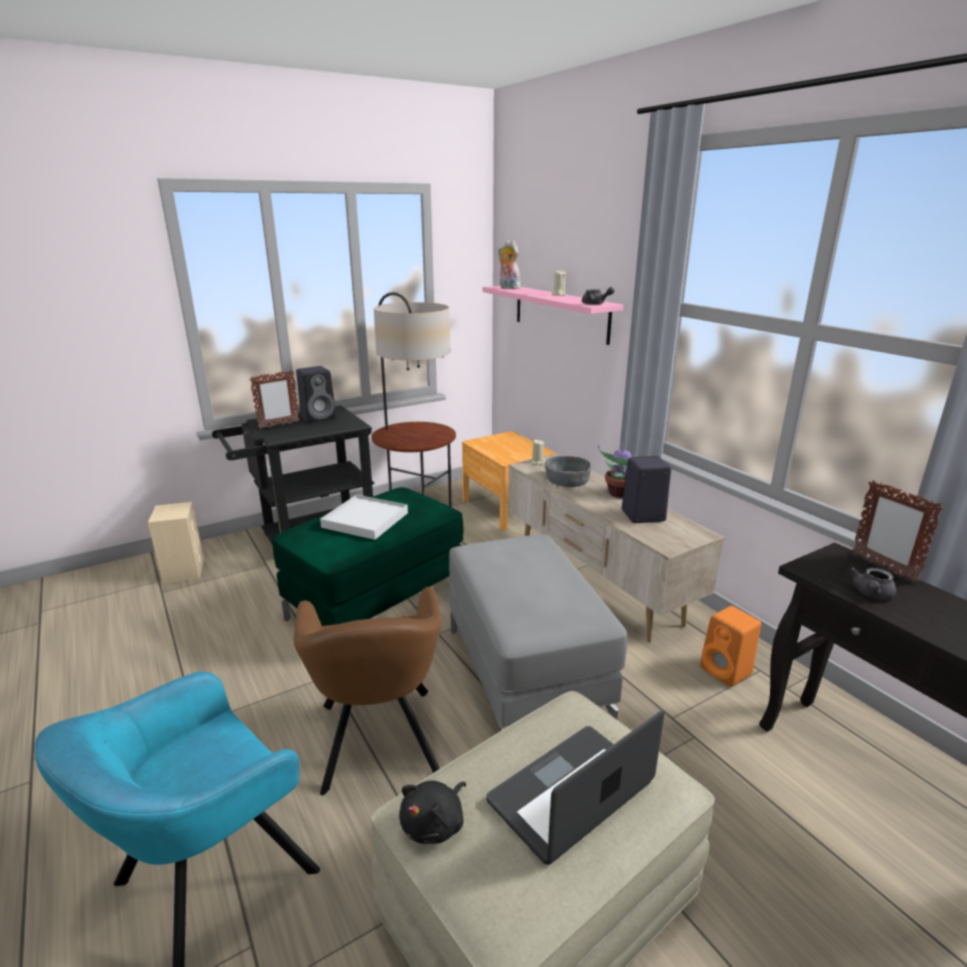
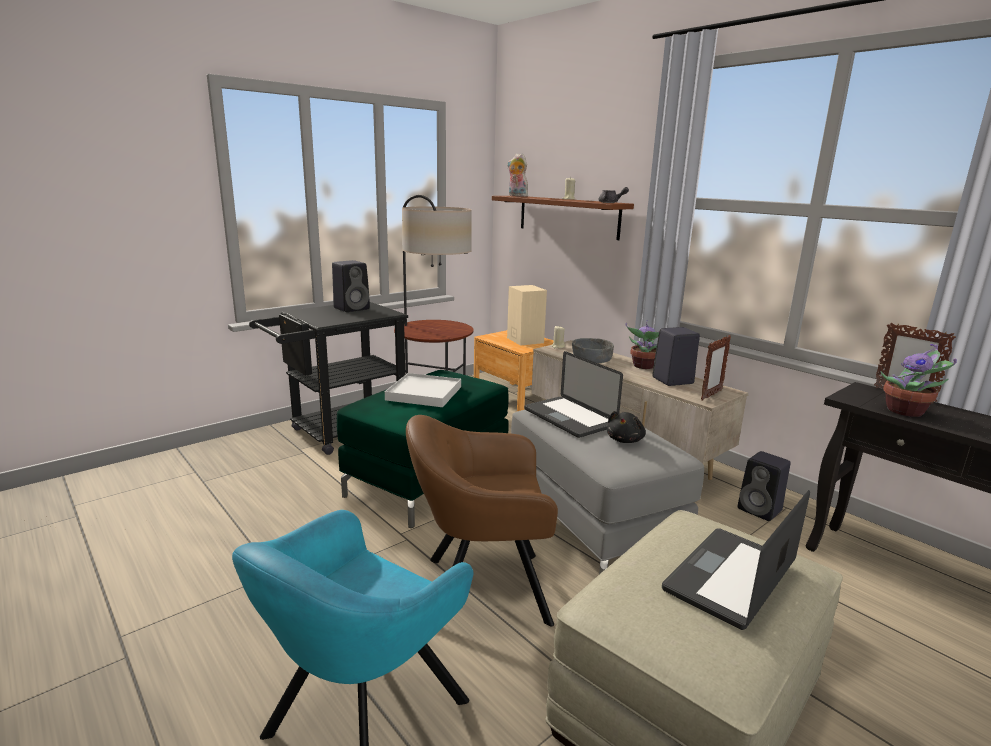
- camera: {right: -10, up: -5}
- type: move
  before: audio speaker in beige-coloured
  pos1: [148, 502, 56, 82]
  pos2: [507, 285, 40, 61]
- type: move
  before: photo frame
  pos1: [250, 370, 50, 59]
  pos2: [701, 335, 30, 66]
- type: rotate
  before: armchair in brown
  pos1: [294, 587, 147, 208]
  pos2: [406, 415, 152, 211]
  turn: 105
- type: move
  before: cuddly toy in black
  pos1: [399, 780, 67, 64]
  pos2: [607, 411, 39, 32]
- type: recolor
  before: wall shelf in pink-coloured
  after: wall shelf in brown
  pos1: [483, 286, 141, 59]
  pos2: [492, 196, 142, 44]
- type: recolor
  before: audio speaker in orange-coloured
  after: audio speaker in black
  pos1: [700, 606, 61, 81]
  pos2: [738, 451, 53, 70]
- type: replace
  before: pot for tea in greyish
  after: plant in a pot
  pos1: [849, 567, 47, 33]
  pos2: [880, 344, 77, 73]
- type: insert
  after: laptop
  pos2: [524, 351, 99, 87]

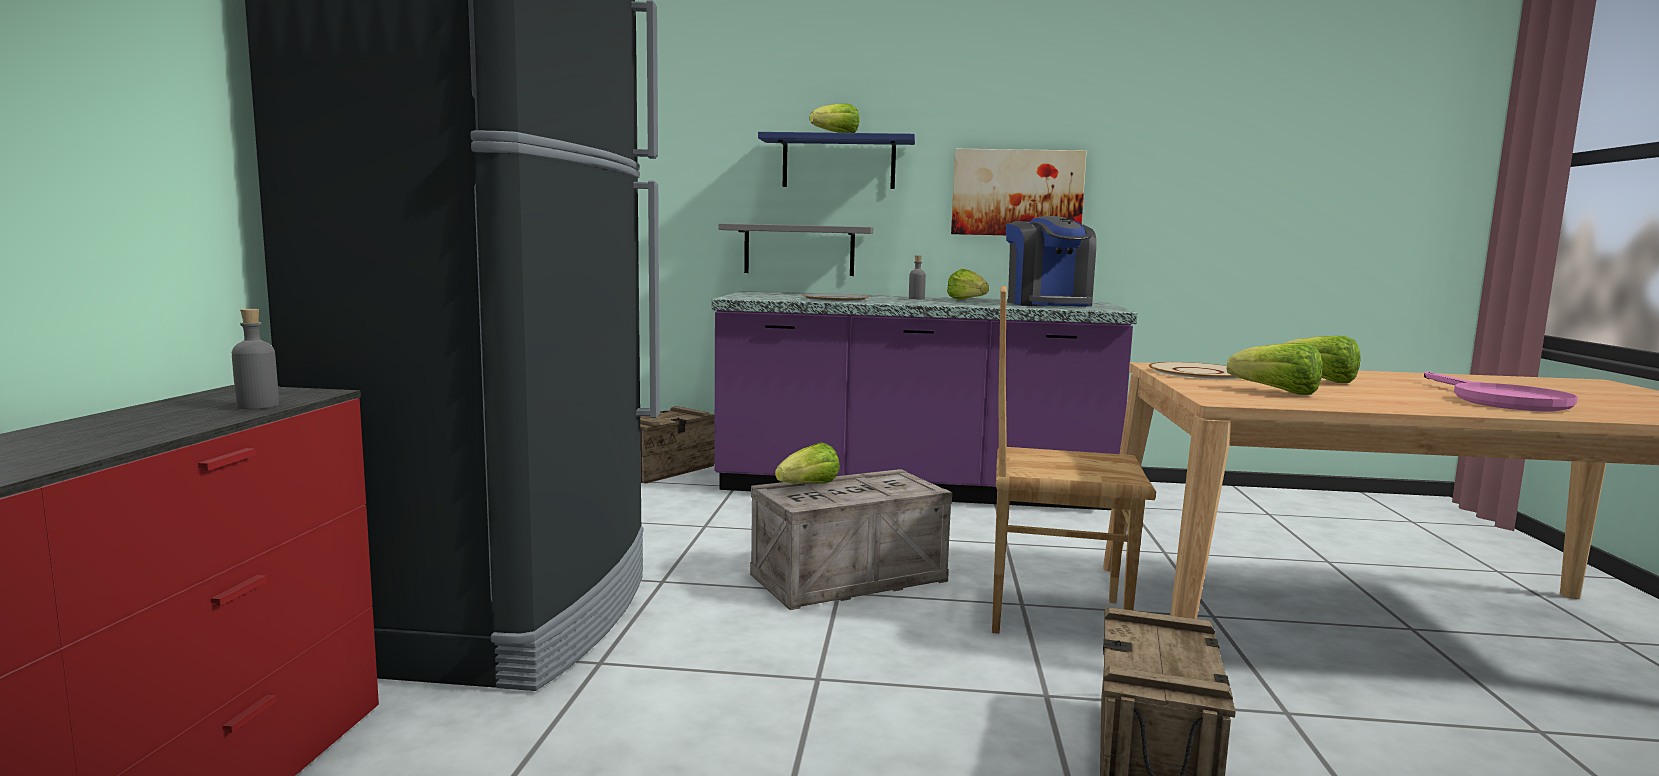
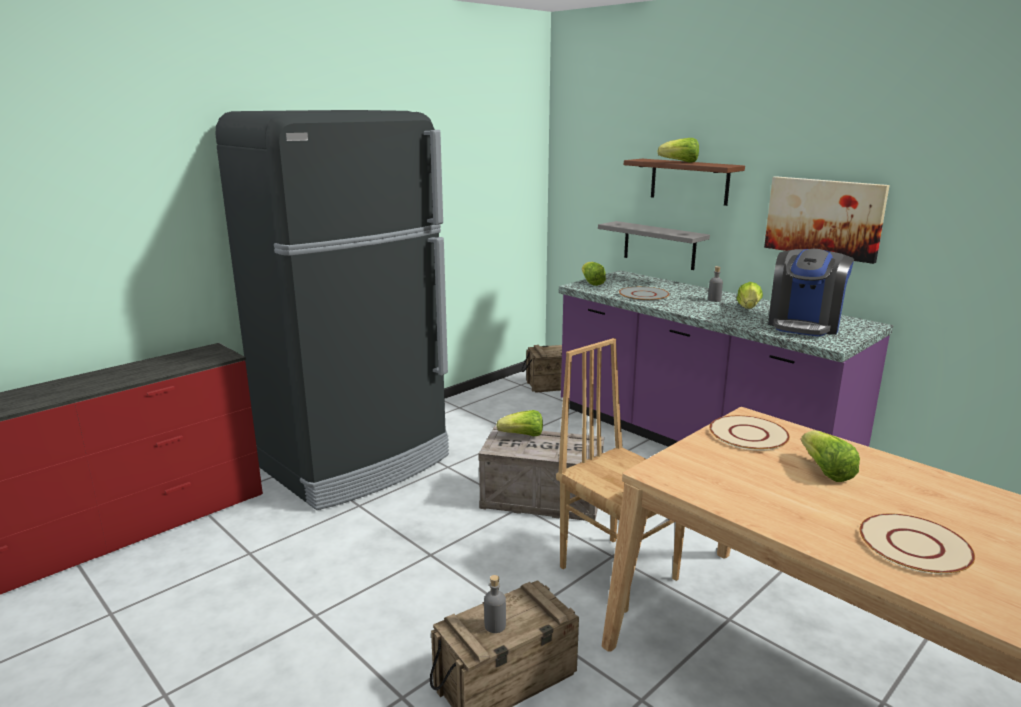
- camera: {right: 40, up: 10}
- type: move
  before: bottle in greyish
  pos1: [232, 309, 47, 101]
  pos2: [484, 575, 22, 58]
- type: recolor
  before: wall shelf in bluish
  after: wall shelf in brown
  pos1: [758, 132, 157, 57]
  pos2: [624, 159, 121, 47]
- type: move
  before: lettuce
  pos1: [1227, 343, 96, 52]
  pos2: [582, 262, 24, 24]
- type: replace
  before: pan in pink-coloured
  after: flat dish in beige-coloured
  pos1: [1424, 371, 154, 40]
  pos2: [860, 514, 115, 60]

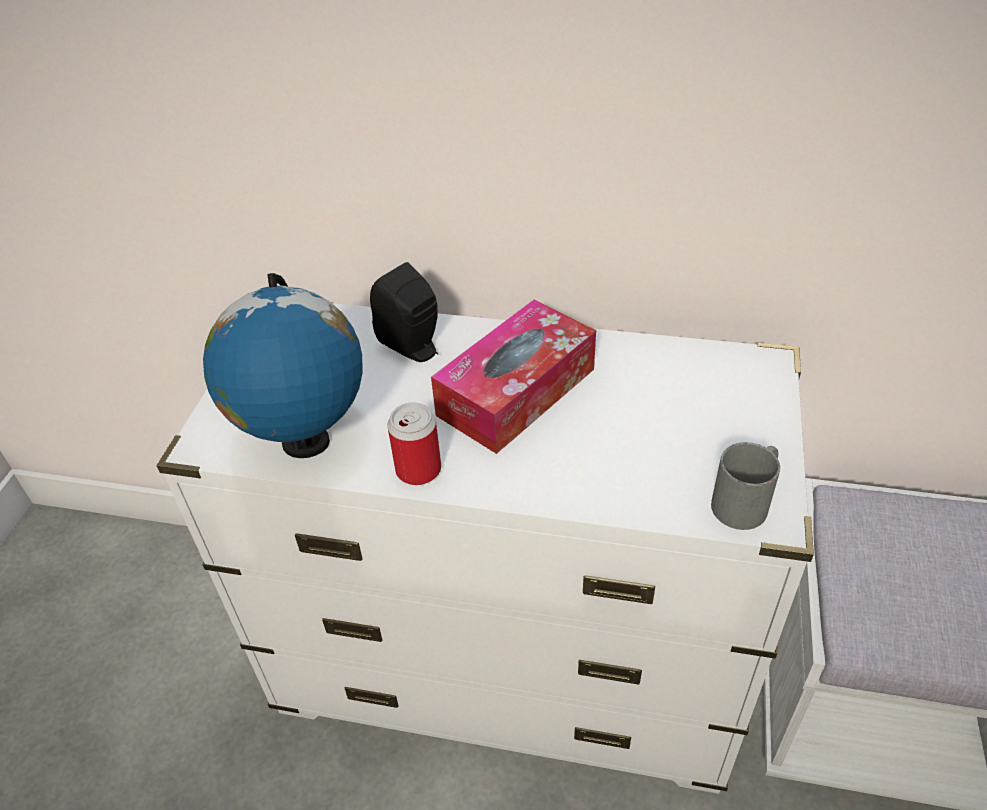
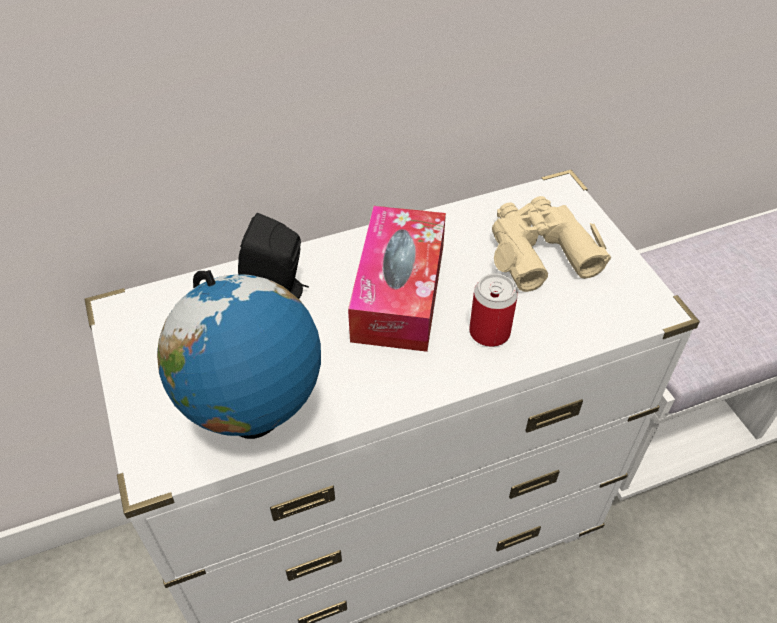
- camera: {right: -35, up: 5}
- type: move
  before: can
  pos1: [387, 402, 54, 83]
  pos2: [469, 274, 49, 73]
- type: delete
  before: coffee mug in greyish
  pos1: [711, 442, 69, 88]
- type: insert
  after: pair of binoculars in beige-coloured
  pos2: [492, 196, 119, 96]

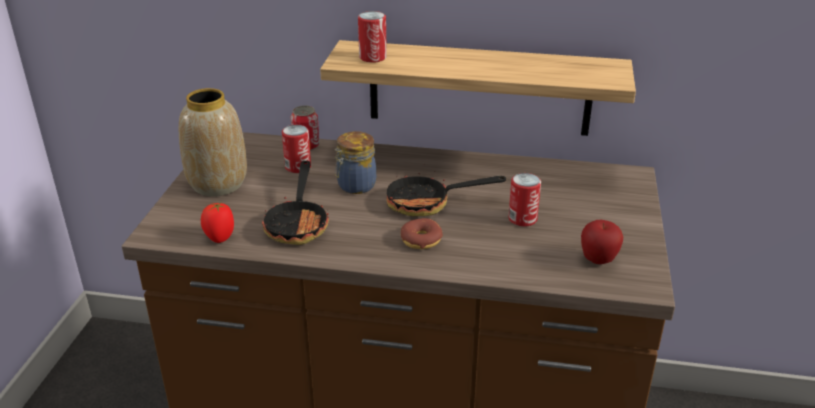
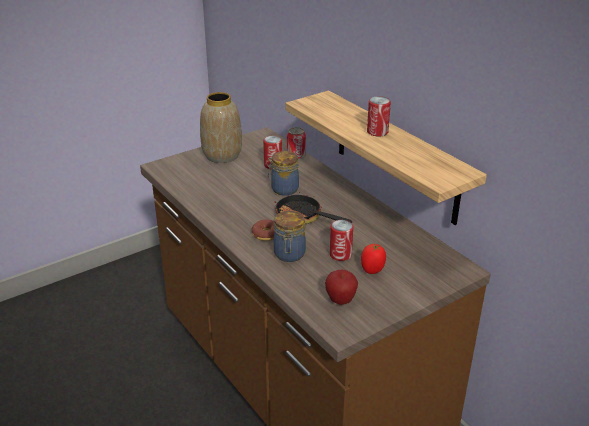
- camera: {right: 45, up: 0}
- type: move
  before: fresh tomato
  pos1: [201, 202, 33, 41]
  pos2: [361, 244, 25, 30]
- type: delete
  before: pan
  pos1: [262, 161, 67, 84]
- type: move
  before: can
  pos1: [358, 11, 29, 52]
  pos2: [367, 96, 24, 40]
- type: insert
  after: preserve jar
  pos2: [274, 211, 32, 51]

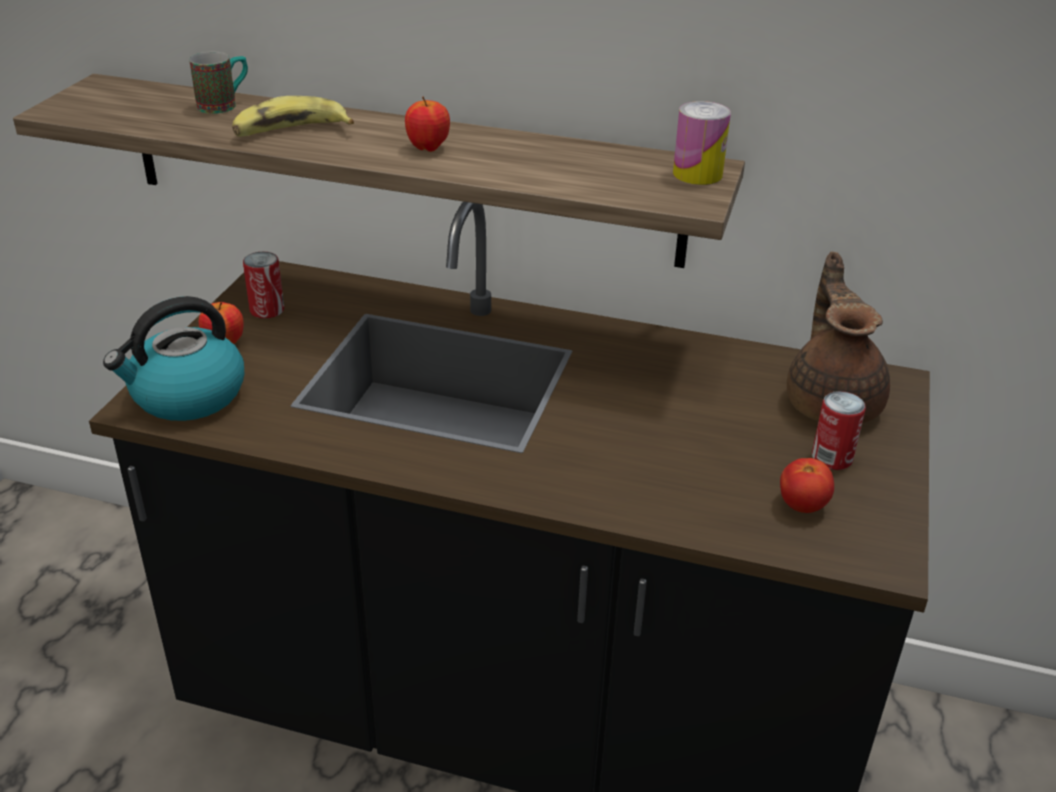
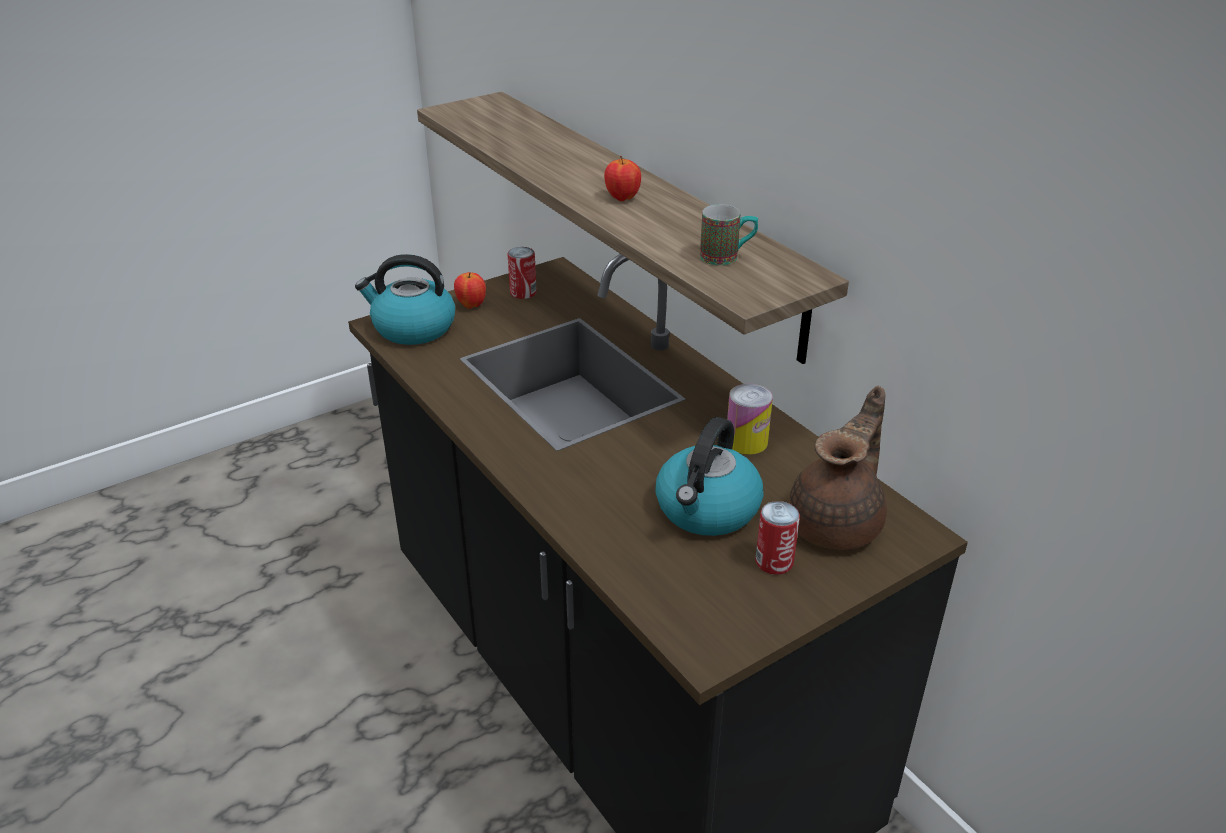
- camera: {right: 40, up: 0}
- type: move
  before: coffee mug
  pos1: [189, 52, 59, 62]
  pos2: [700, 204, 58, 61]
- type: delete
  before: banana fruit
  pos1: [232, 96, 122, 40]
- type: move
  before: can
  pos1: [673, 101, 58, 84]
  pos2: [727, 384, 46, 71]
- type: delete
  before: fresh tomato
  pos1: [780, 458, 54, 55]
- type: insert
  after: water kettle
  pos2: [655, 417, 109, 119]

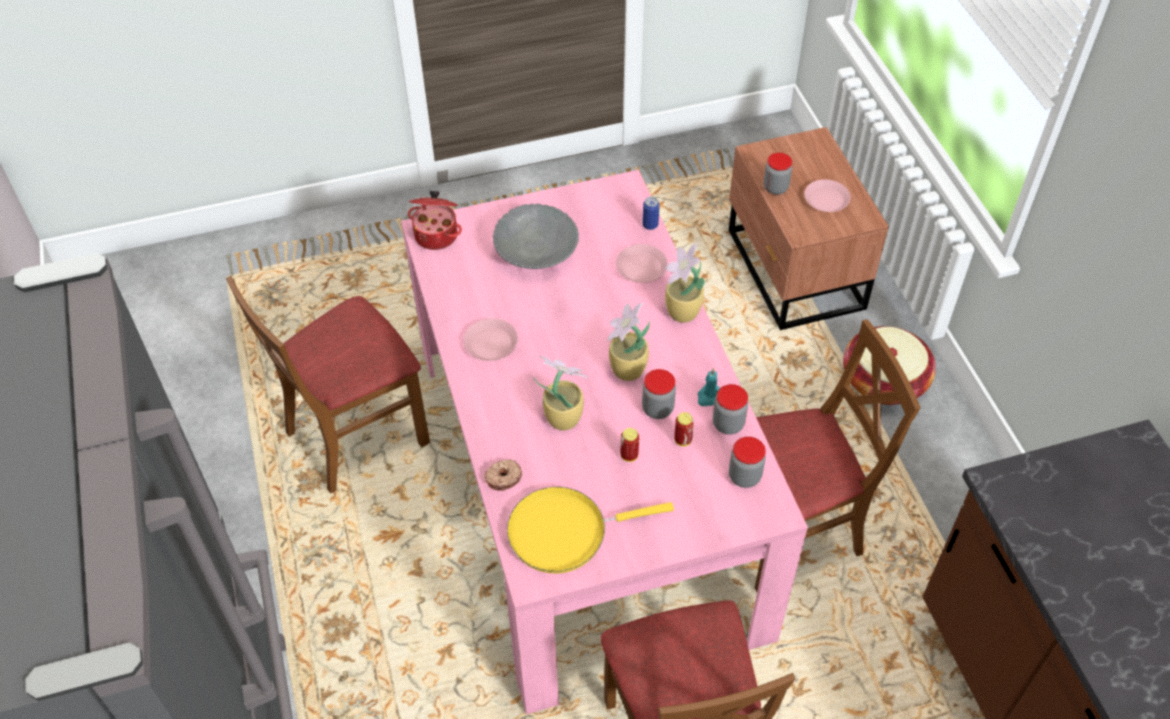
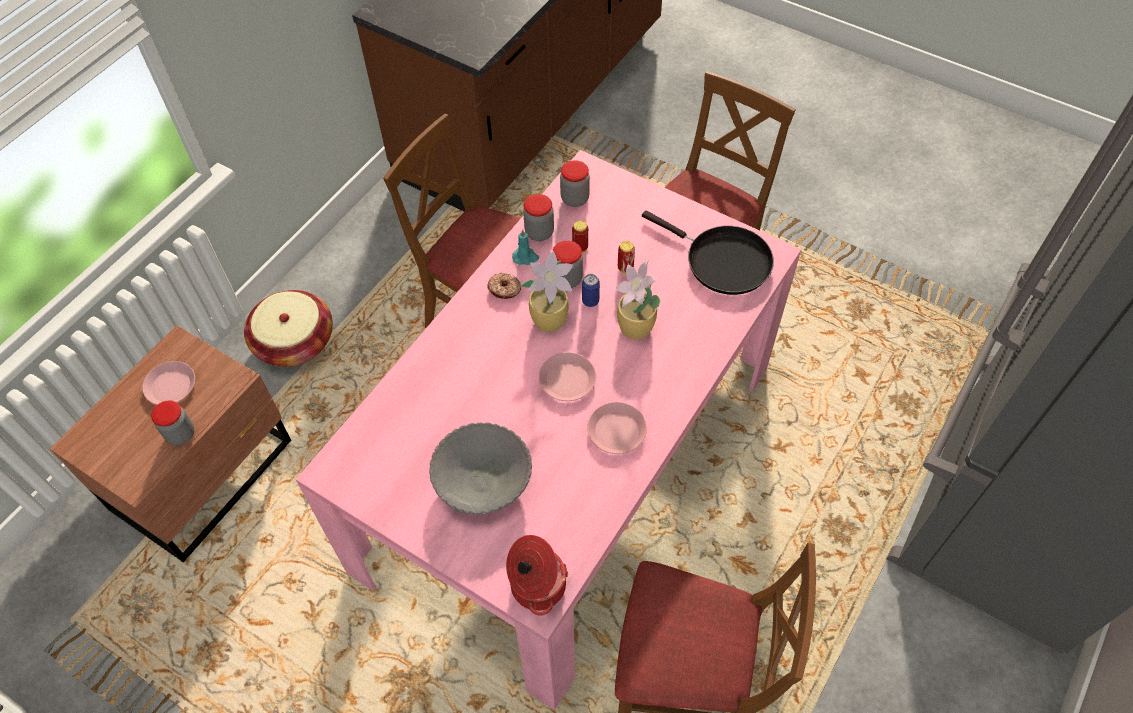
- camera: {right: -130, up: 5}
- type: move
  before: ring doughnut
  pos1: [484, 459, 38, 32]
  pos2: [487, 273, 34, 26]
- type: recolor
  before: pan in yellow
  after: pan in black
  pos1: [507, 487, 167, 86]
  pos2: [642, 210, 132, 85]
- type: move
  before: flat dish in pink-coloured
  pos1: [616, 244, 52, 39]
  pos2: [539, 352, 57, 49]
- type: move
  before: can
  pos1: [642, 197, 18, 33]
  pos2: [582, 274, 18, 33]
- type: delete
  before: plant in a pot
  pos1: [665, 243, 40, 80]

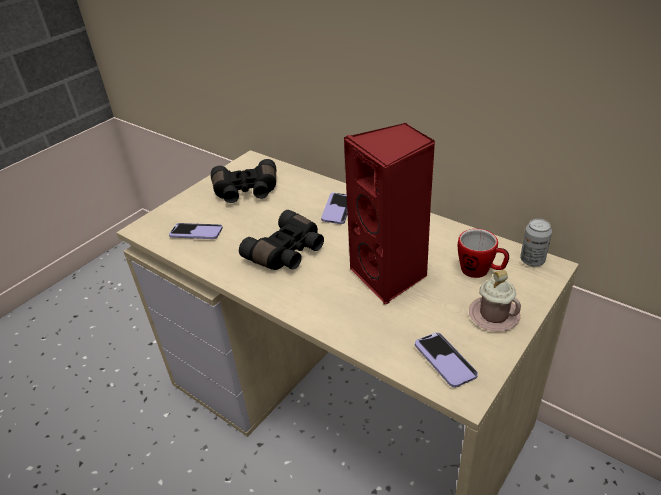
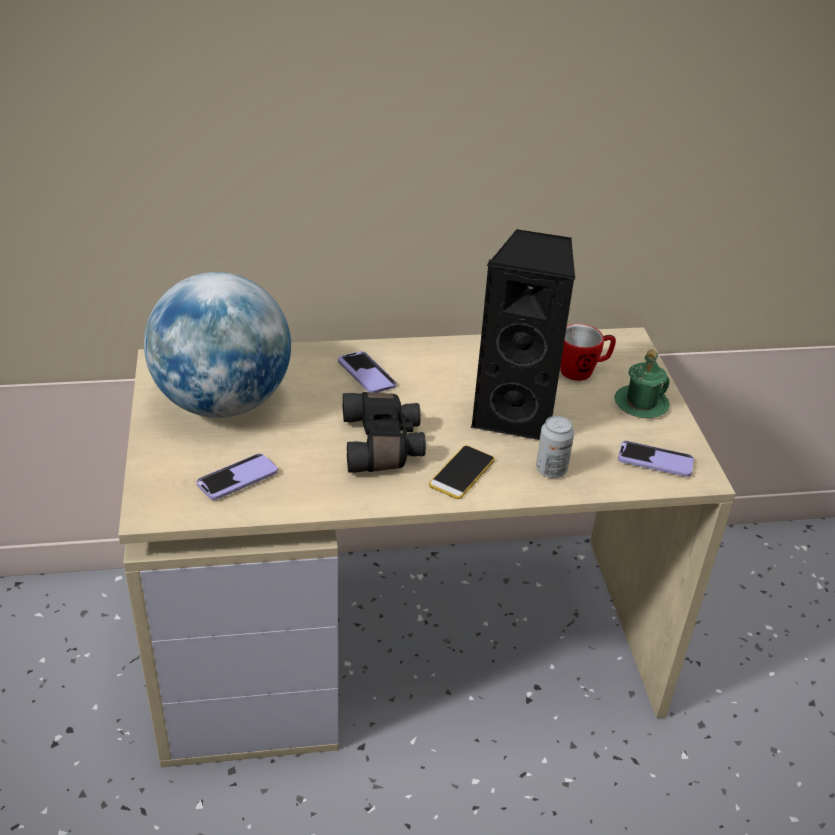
- camera: {right: -50, up: 0}
- type: replace
  before: pair of binoculars in black
  after: globe
  pos1: [211, 159, 65, 44]
  pos2: [144, 272, 147, 146]
- type: recolor
  before: audio speaker in red
  after: audio speaker in black
  pos1: [343, 123, 93, 181]
  pos2: [471, 229, 104, 211]
- type: recolor
  before: coffee mug in pink-coloured
  after: coffee mug in green-coloured
  pos1: [469, 270, 52, 62]
  pos2: [614, 349, 56, 69]
- type: move
  before: can
  pos1: [520, 219, 32, 47]
  pos2: [536, 416, 38, 62]
- type: insert
  after: handset
  pos2: [429, 445, 66, 54]

